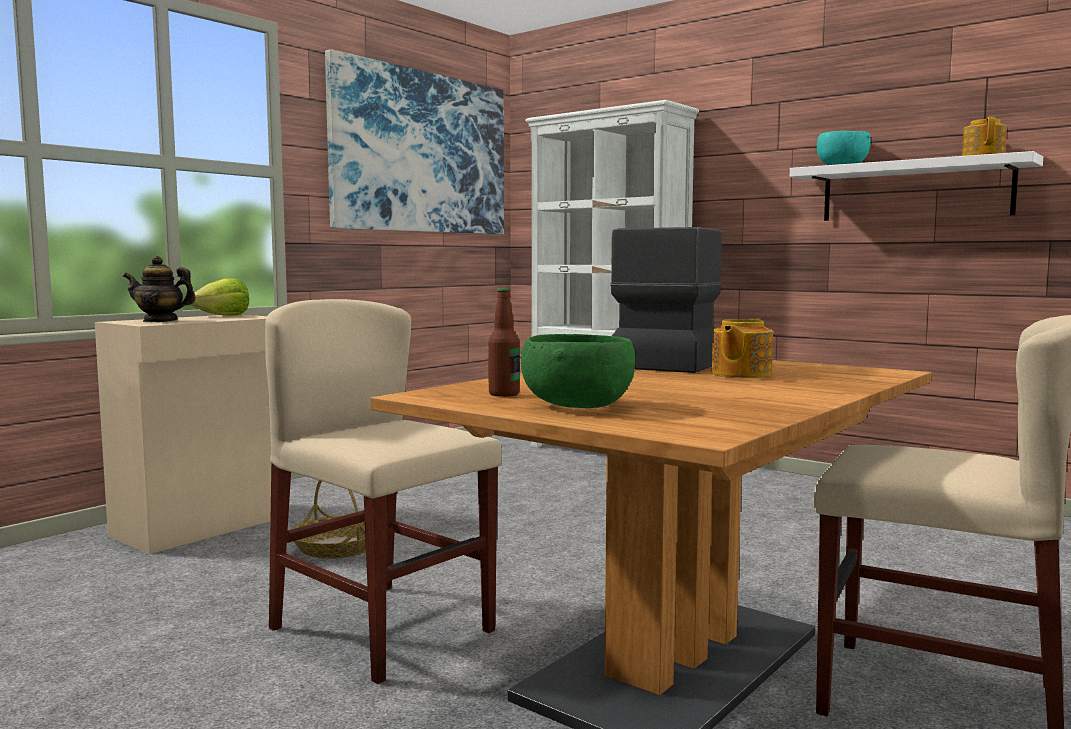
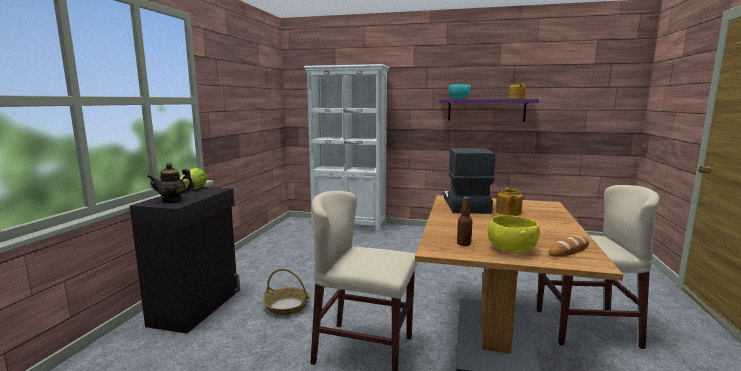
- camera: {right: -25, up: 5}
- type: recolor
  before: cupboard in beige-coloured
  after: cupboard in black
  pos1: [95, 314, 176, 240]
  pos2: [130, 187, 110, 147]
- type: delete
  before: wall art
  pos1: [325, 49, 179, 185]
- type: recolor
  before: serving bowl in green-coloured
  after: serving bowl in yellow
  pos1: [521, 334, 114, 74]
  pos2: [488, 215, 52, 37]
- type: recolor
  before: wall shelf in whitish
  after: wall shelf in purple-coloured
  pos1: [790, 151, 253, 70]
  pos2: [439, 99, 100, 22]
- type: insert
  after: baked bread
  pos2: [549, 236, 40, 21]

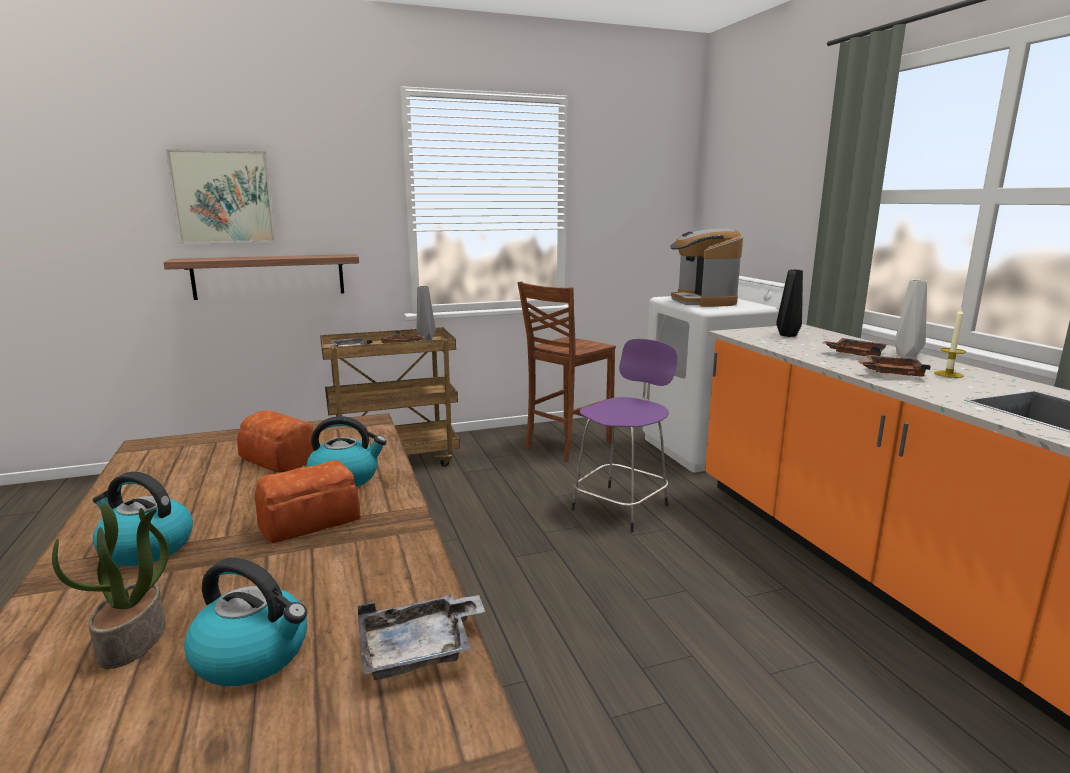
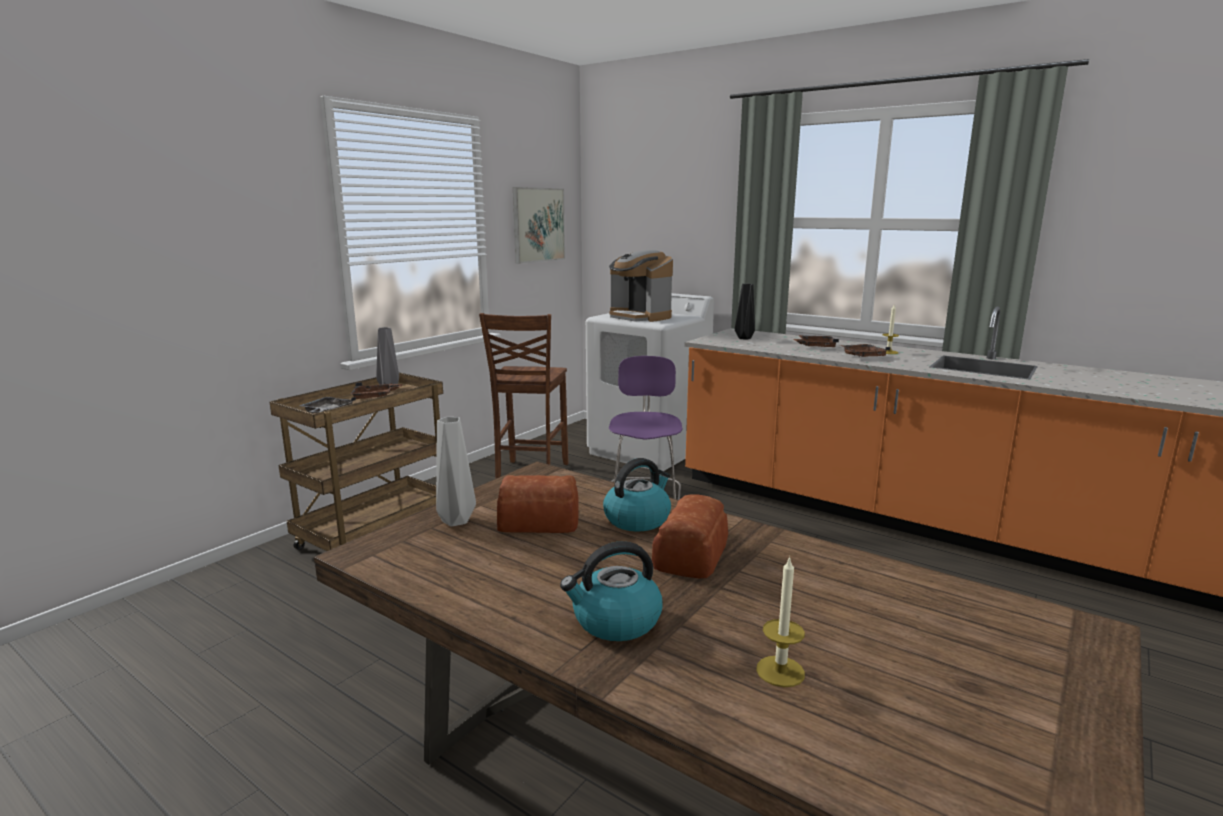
- camera: {right: -35, up: 0}
- type: replace
  before: plant in a pot
  after: candle
  pos1: [52, 502, 117, 167]
  pos2: [756, 556, 49, 131]
- type: delete
  before: wall shelf
  pos1: [163, 254, 196, 46]
- type: move
  before: wall art
  pos1: [166, 149, 110, 95]
  pos2: [513, 187, 52, 77]
- type: delete
  before: water kettle
  pos1: [184, 557, 123, 129]
- type: delete
  before: tray in greyish
  pos1: [358, 595, 128, 85]
- type: move
  before: decorative vase in greyish
  pos1: [895, 280, 32, 77]
  pos2: [436, 417, 40, 109]

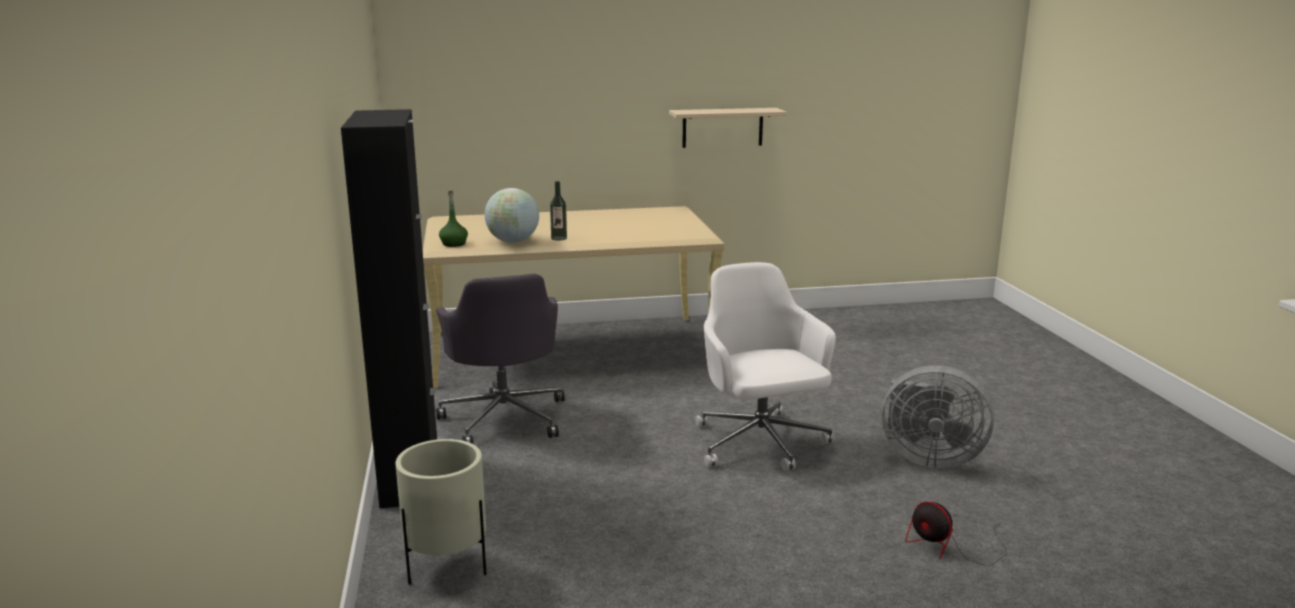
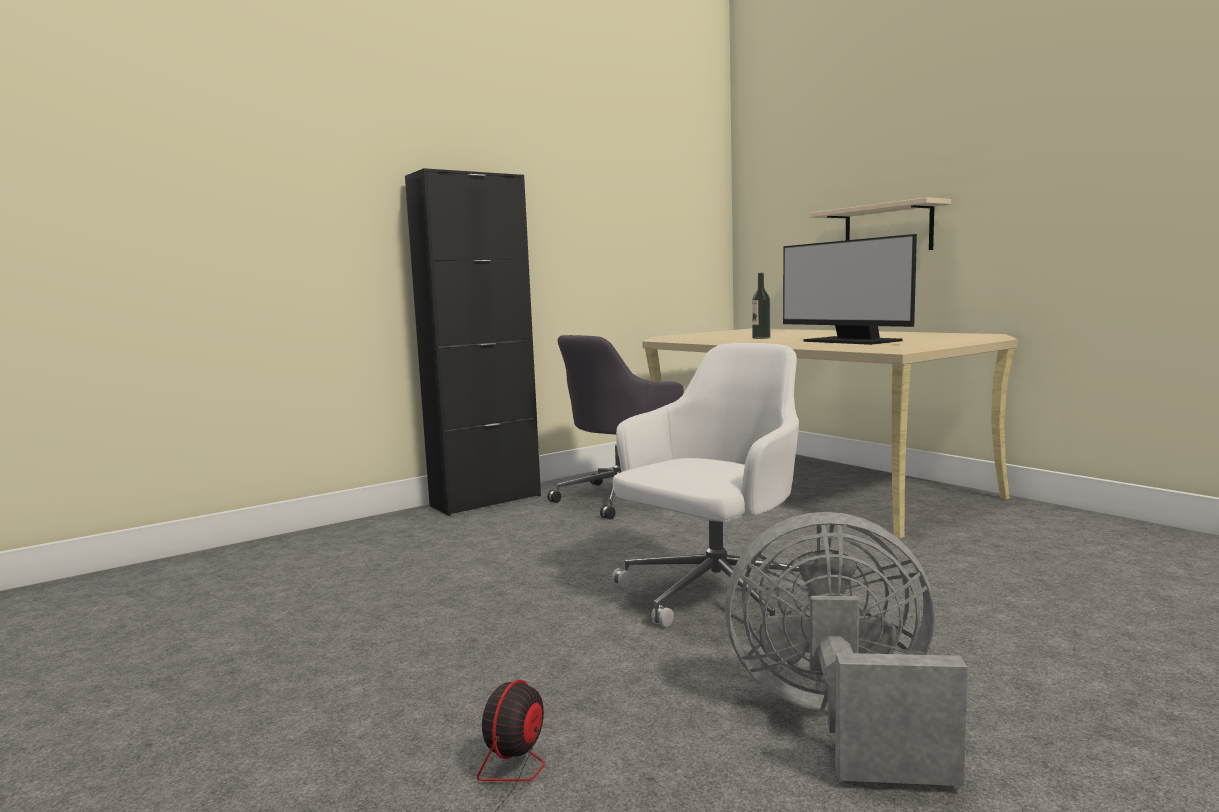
- camera: {right: 65, up: -10}
- type: delete
  before: flower pot in beige-coloured
  pos1: [395, 439, 91, 146]
- type: delete
  before: bottle in green-coloured
  pos1: [439, 191, 29, 56]
- type: delete
  before: globe
  pos1: [485, 188, 54, 55]
- type: move
  before: wall shelf in beige-coloured
  pos1: [669, 108, 118, 40]
  pos2: [809, 197, 142, 53]
- type: rotate
  before: cooling fan in greyish
  pos1: [881, 365, 113, 104]
  pos2: [725, 512, 243, 274]
  turn: 105
- type: insert
  after: computer display
  pos2: [783, 234, 134, 111]

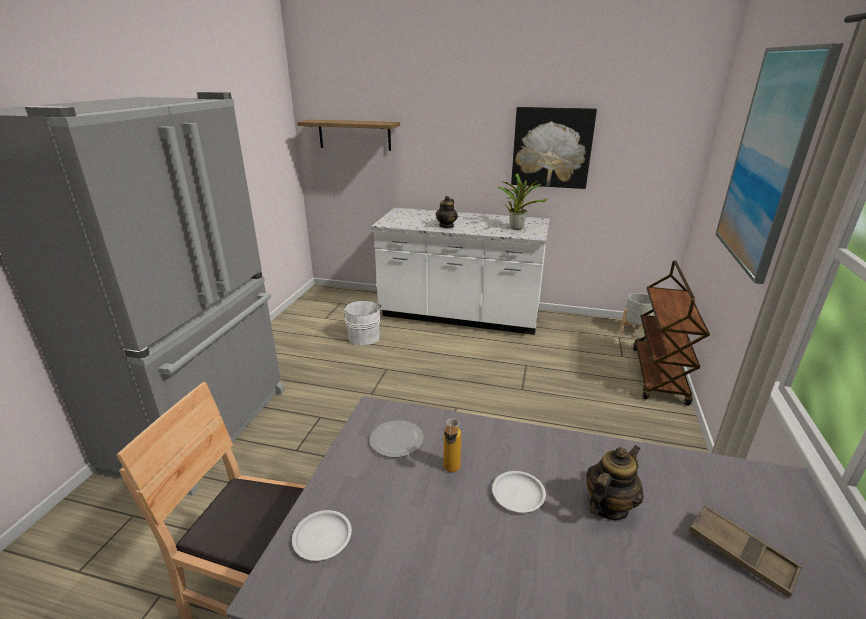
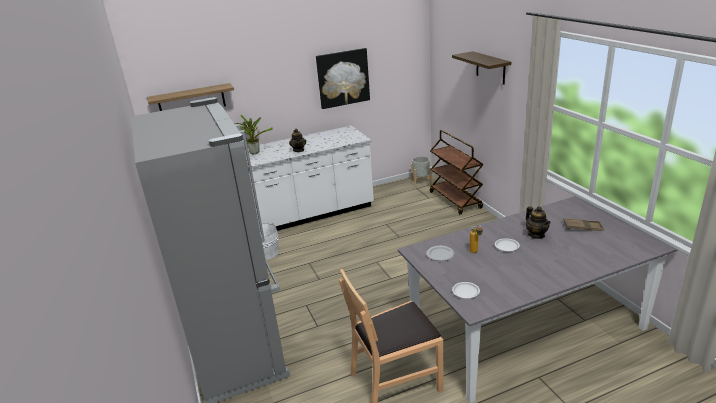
- camera: {right: -35, up: 0}
- type: move
  before: plant in a pot
  pos1: [498, 174, 49, 56]
  pos2: [234, 115, 39, 39]
- type: rotate
  before: pot for tea
  pos1: [586, 445, 58, 75]
  pos2: [526, 206, 25, 33]
  turn: 150
- type: replace
  before: wall art
  after: wall shelf
  pos1: [715, 43, 129, 241]
  pos2: [452, 51, 59, 34]

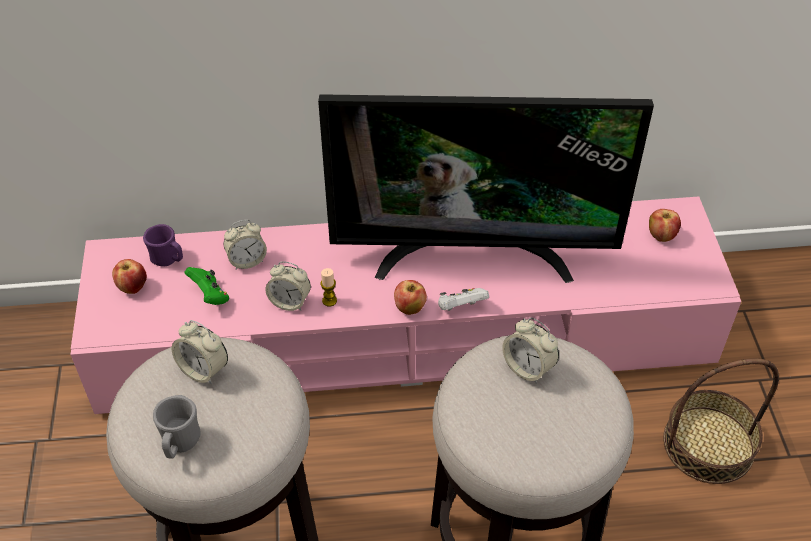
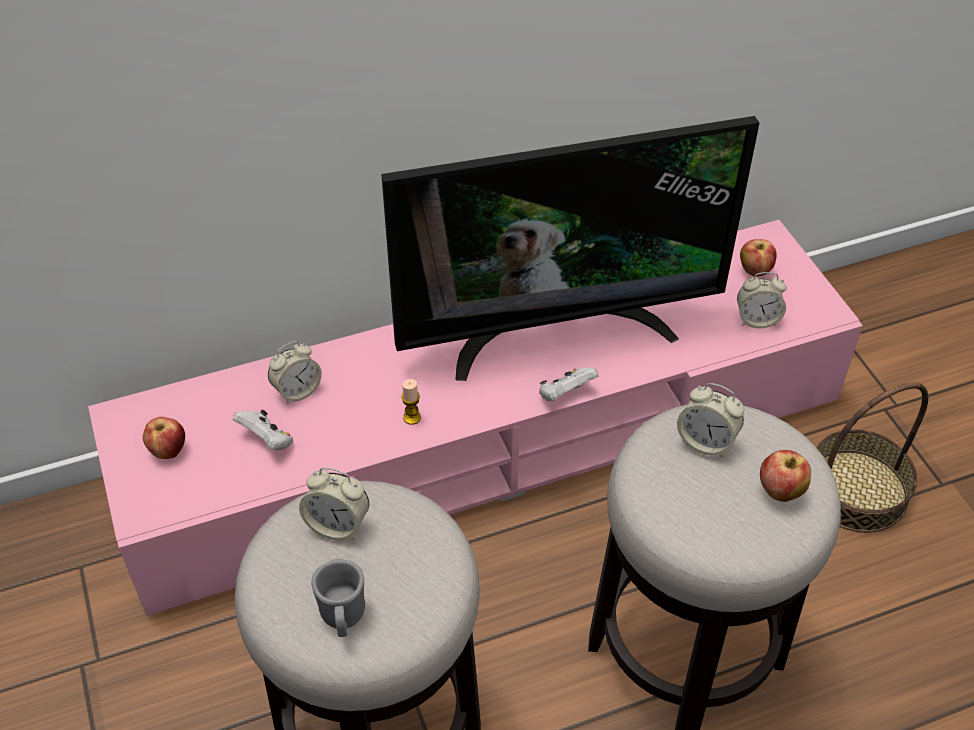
- camera: {right: -15, up: 0}
- type: delete
  before: coffee mug in purple-coloured
  pos1: [143, 224, 40, 43]
- type: recolor
  before: game controller in green-coloured
  after: game controller in whitish
  pos1: [184, 267, 45, 38]
  pos2: [233, 410, 60, 40]
- type: move
  before: bedside clock
  pos1: [265, 262, 46, 49]
  pos2: [737, 272, 49, 57]
- type: move
  before: whole apple
  pos1: [394, 280, 33, 35]
  pos2: [760, 450, 51, 52]

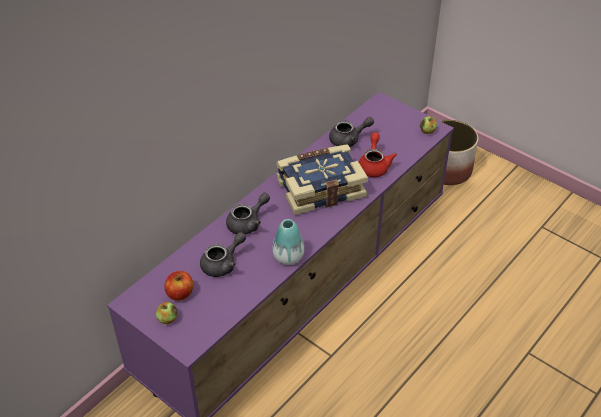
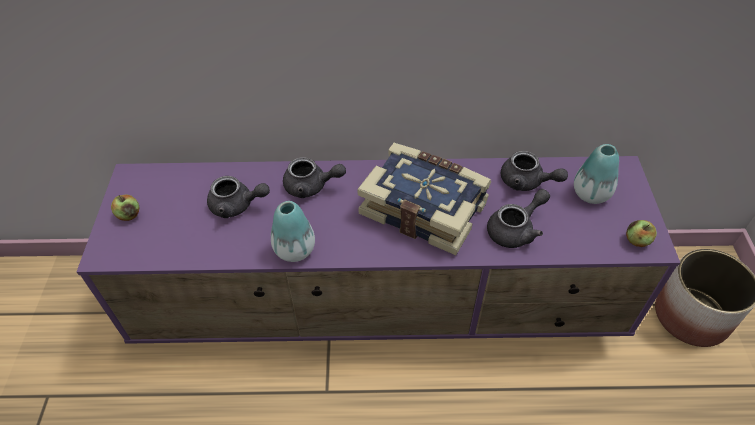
- camera: {right: 50, up: 5}
- type: delete
  before: whole apple
  pos1: [165, 271, 28, 30]
- type: recolor
  before: pot for tea in red
  after: pot for tea in greyish
  pos1: [359, 132, 38, 45]
  pos2: [487, 189, 63, 59]
- type: insert
  after: decorative vase
  pos2: [574, 144, 45, 60]

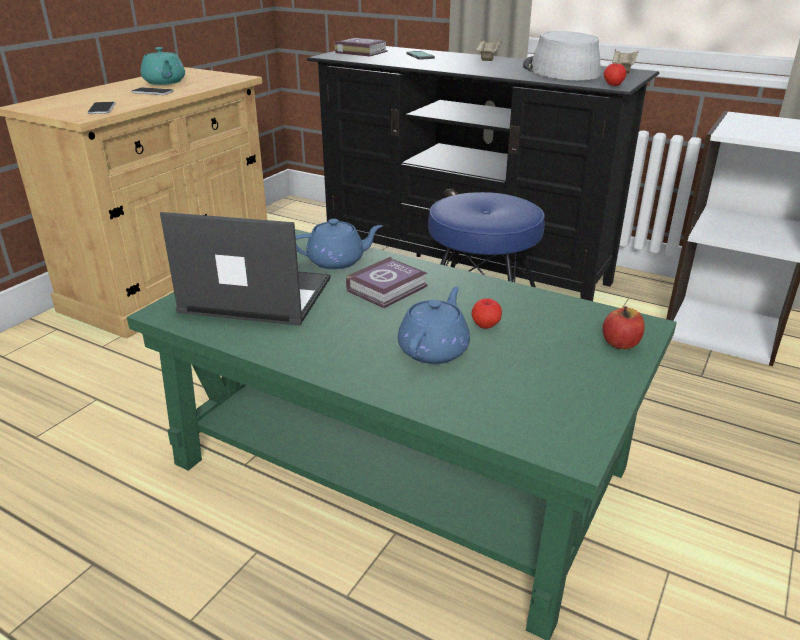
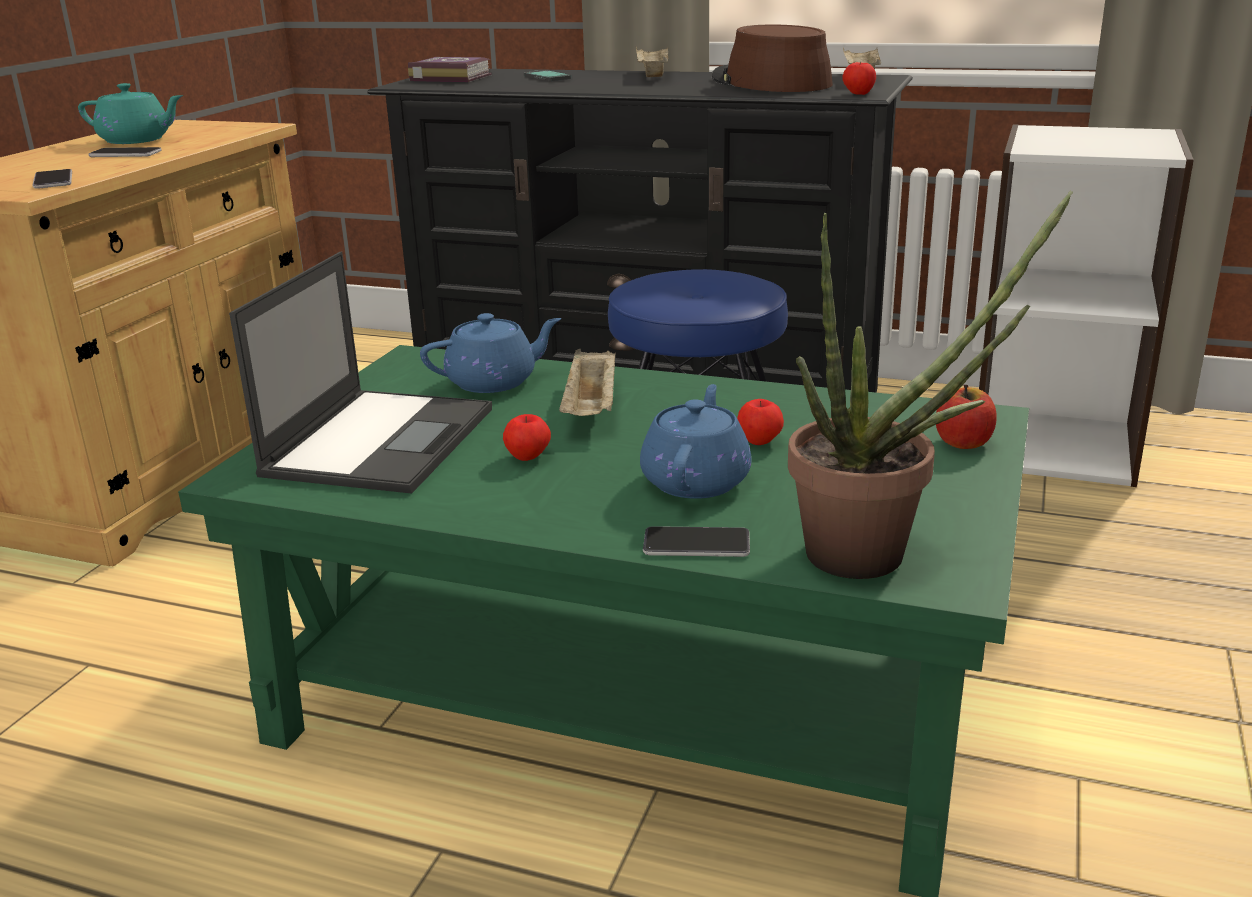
- camera: {right: -10, up: -5}
- type: rotate
  before: pot for tea in turquoise
  pos1: [141, 47, 44, 38]
  pos2: [78, 83, 106, 61]
  turn: -45
- type: rotate
  before: laptop
  pos1: [160, 212, 171, 114]
  pos2: [229, 252, 263, 242]
  turn: 105
- type: replace
  before: volume
  after: tray in beige-coloured
  pos1: [346, 257, 82, 51]
  pos2: [559, 349, 57, 67]
- type: recolor
  before: hat in greyish
  after: hat in brown
  pos1: [523, 31, 78, 49]
  pos2: [712, 25, 121, 67]
- type: insert
  after: whole apple
  pos2: [503, 414, 48, 47]
- type: insert
  after: handset
  pos2: [643, 526, 107, 31]
- type: insert
  after: plant in a pot
  pos2: [788, 191, 285, 388]

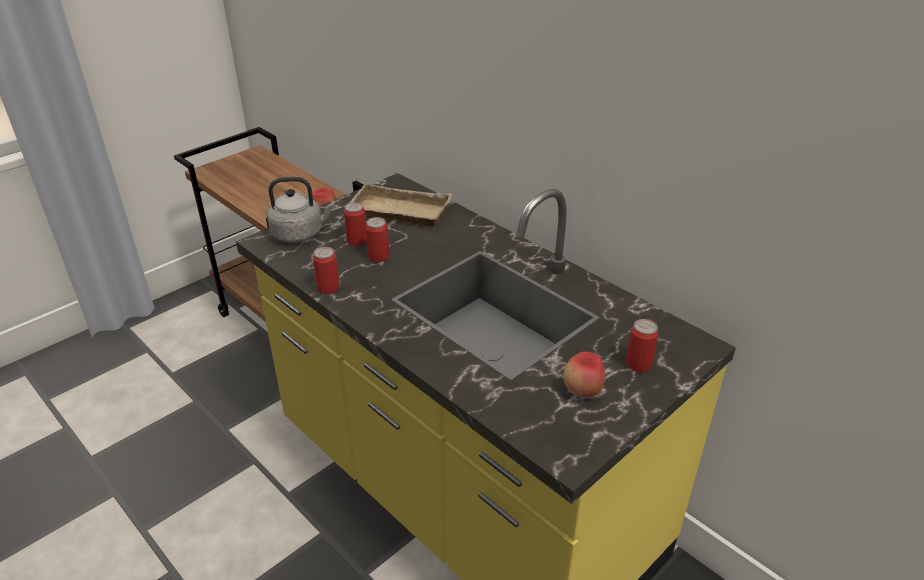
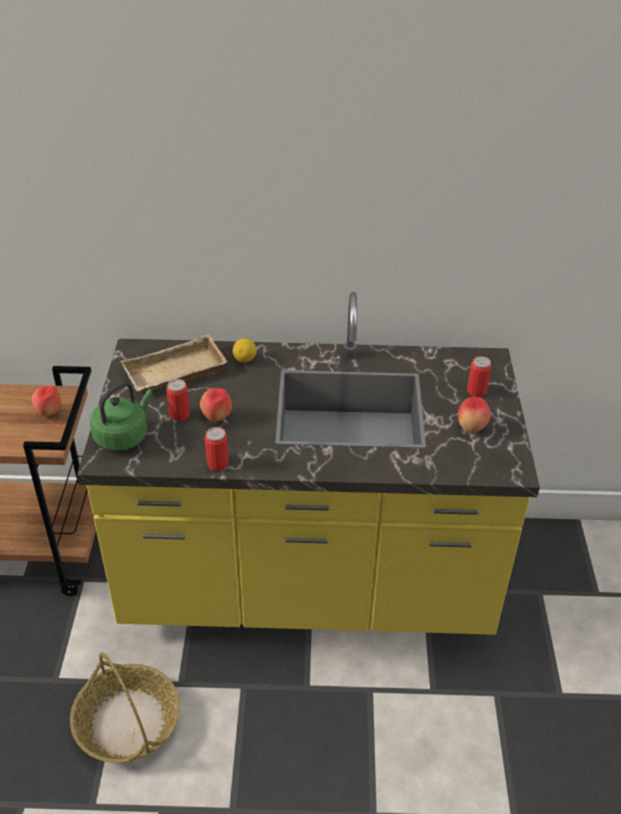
- camera: {right: -45, up: 5}
- type: recolor
  before: water kettle in greyish
  after: water kettle in green-coloured
  pos1: [267, 177, 68, 66]
  pos2: [90, 382, 63, 69]
- type: replace
  before: can
  after: whole apple
  pos1: [365, 217, 25, 45]
  pos2: [200, 388, 32, 34]
- type: insert
  after: storage basket
  pos2: [70, 652, 110, 111]
- type: insert
  after: lemon
  pos2: [233, 339, 24, 23]

